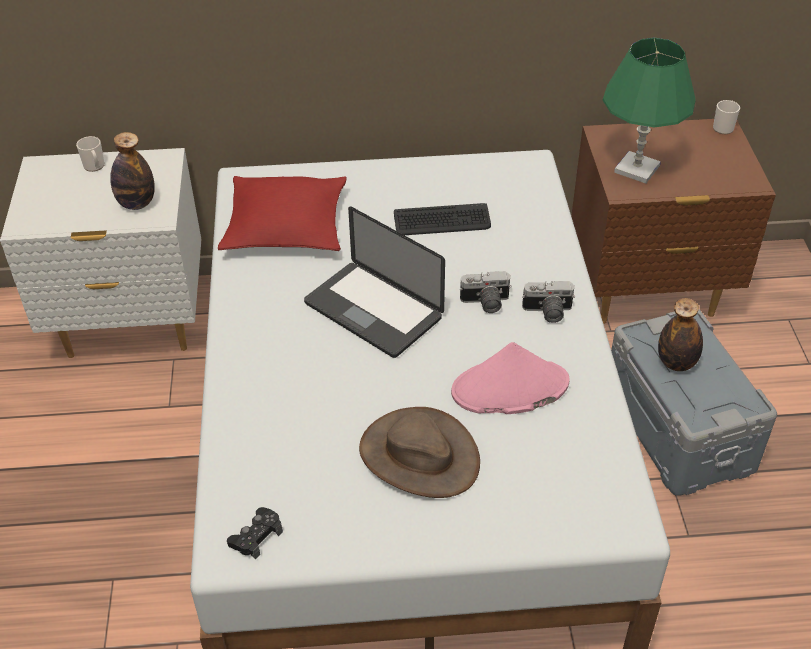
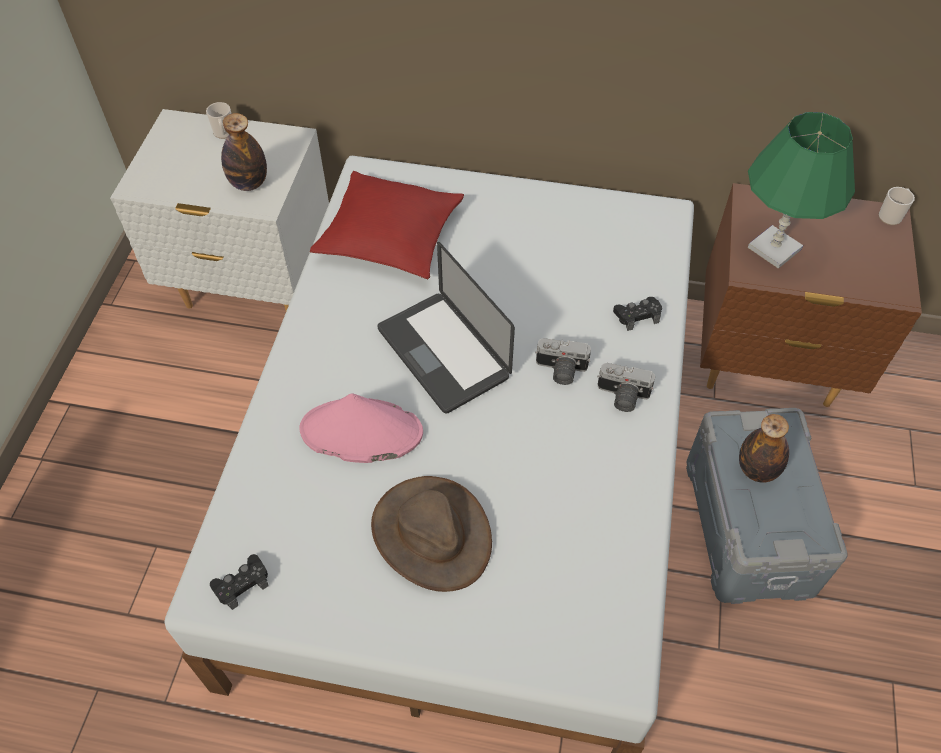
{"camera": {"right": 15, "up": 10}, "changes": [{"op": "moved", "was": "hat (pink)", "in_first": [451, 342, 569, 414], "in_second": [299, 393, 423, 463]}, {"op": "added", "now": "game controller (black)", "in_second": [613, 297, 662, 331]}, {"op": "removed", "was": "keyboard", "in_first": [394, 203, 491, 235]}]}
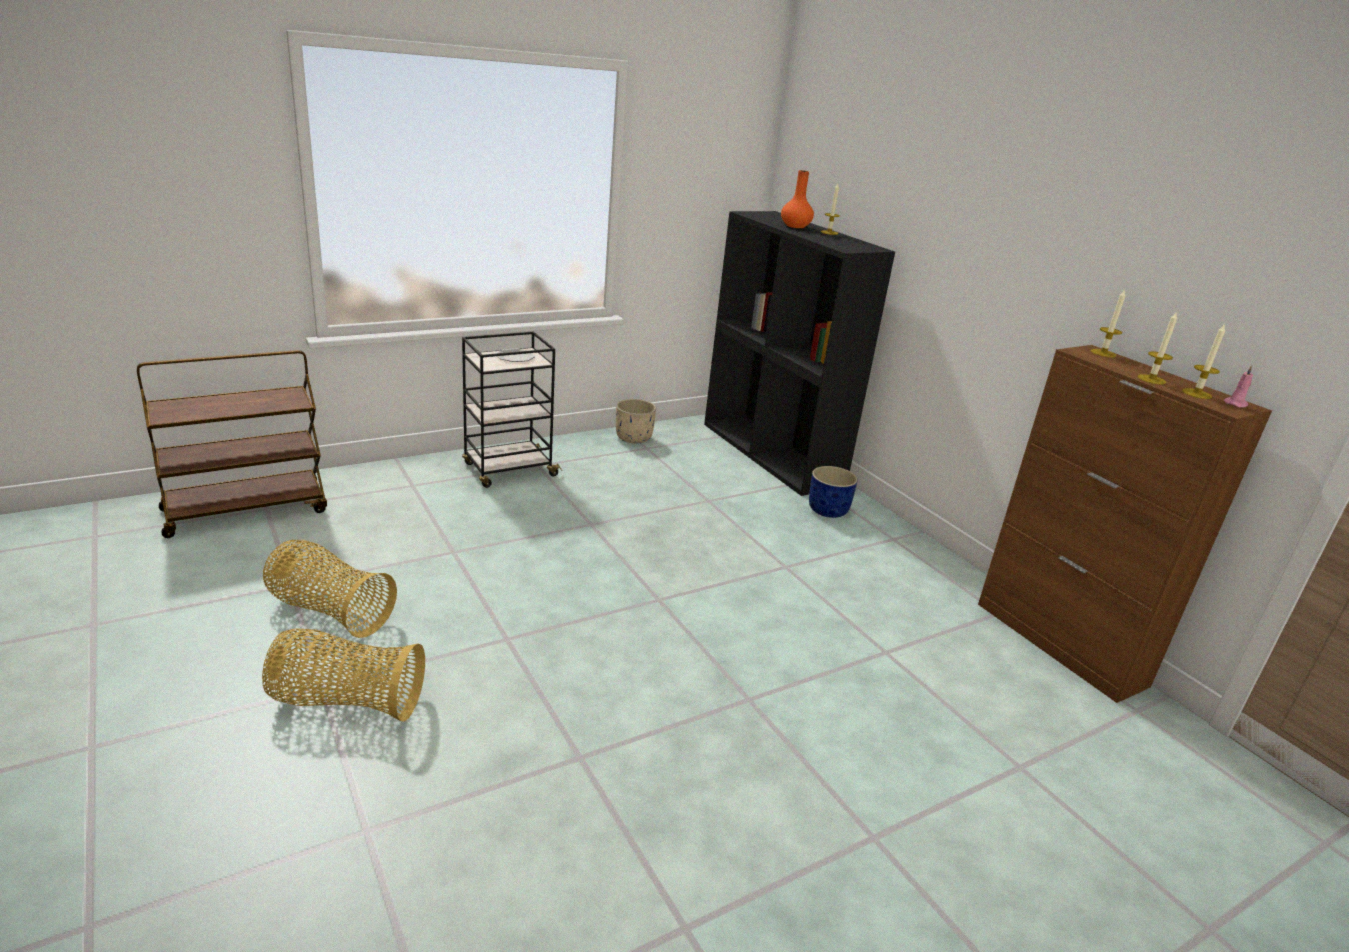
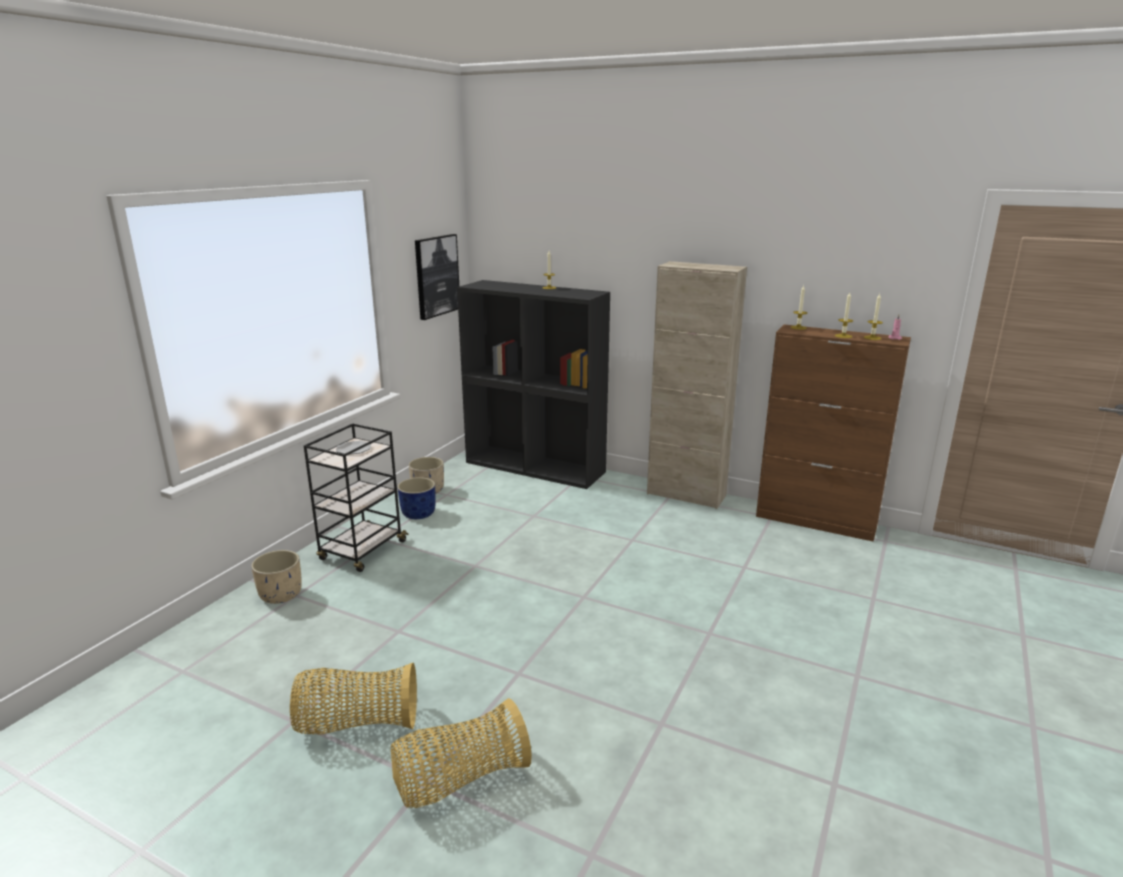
{"camera": {"right": -30, "up": -5}, "changes": [{"op": "added", "now": "planter (beige)", "in_second": [251, 550, 302, 604]}, {"op": "moved", "was": "planter (blue)", "in_first": [809, 466, 858, 518], "in_second": [398, 477, 436, 519]}, {"op": "added", "now": "picture", "in_second": [415, 234, 459, 320]}, {"op": "added", "now": "cabinet (beige)", "in_second": [647, 261, 747, 509]}, {"op": "removed", "was": "cart (brown)", "in_first": [137, 350, 327, 538]}, {"op": "removed", "was": "vase (orange)", "in_first": [781, 170, 814, 228]}]}
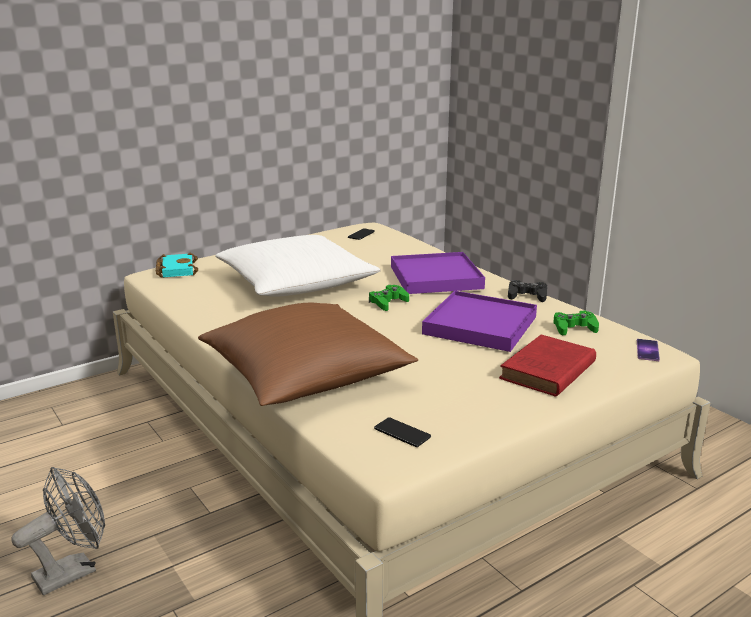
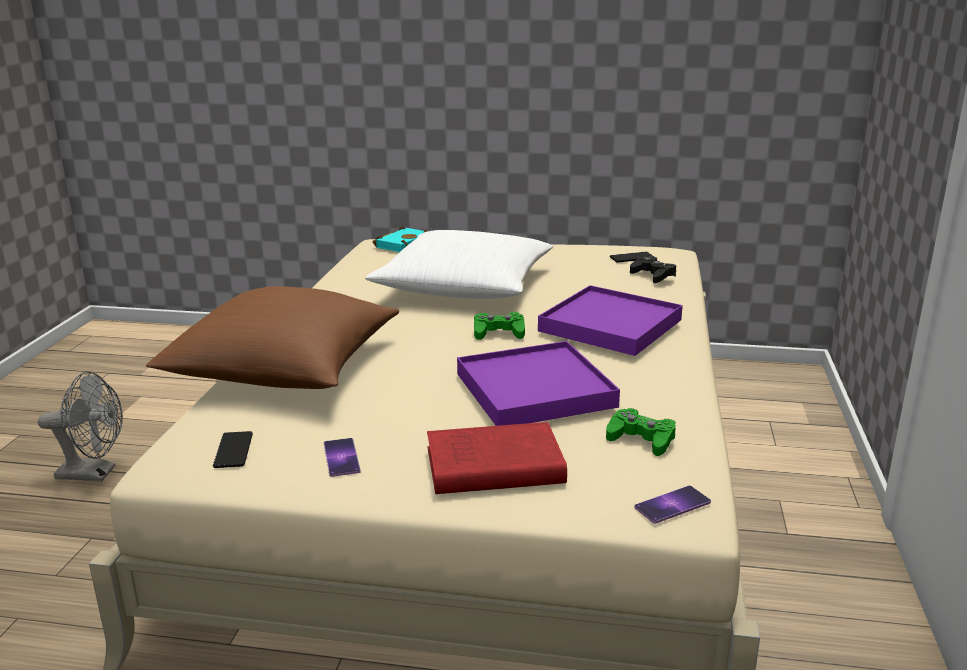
{"camera": {"right": 45, "up": 0}, "changes": [{"op": "added", "now": "phone", "in_second": [324, 438, 361, 477]}, {"op": "moved", "was": "game controller (black)", "in_first": [508, 280, 547, 302], "in_second": [630, 256, 676, 283]}]}
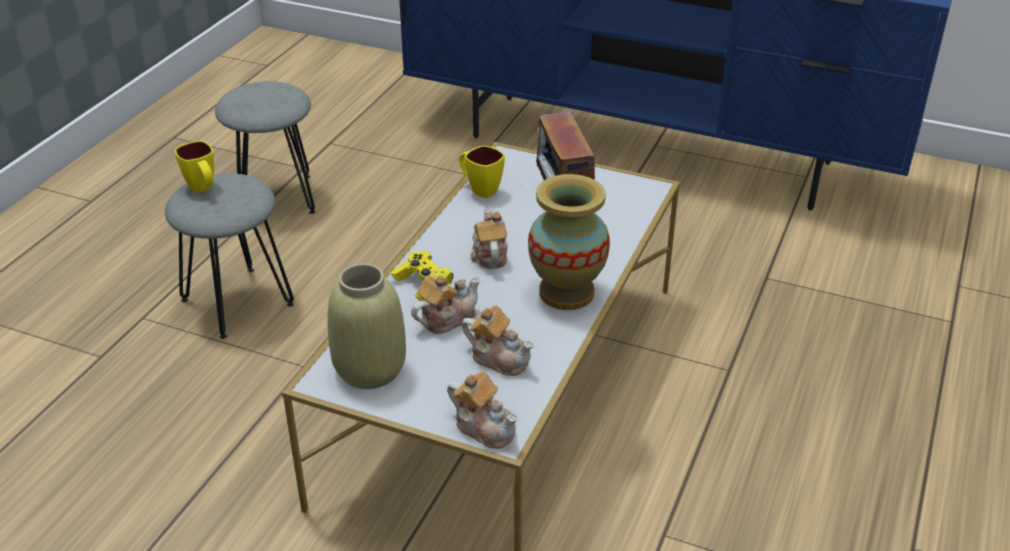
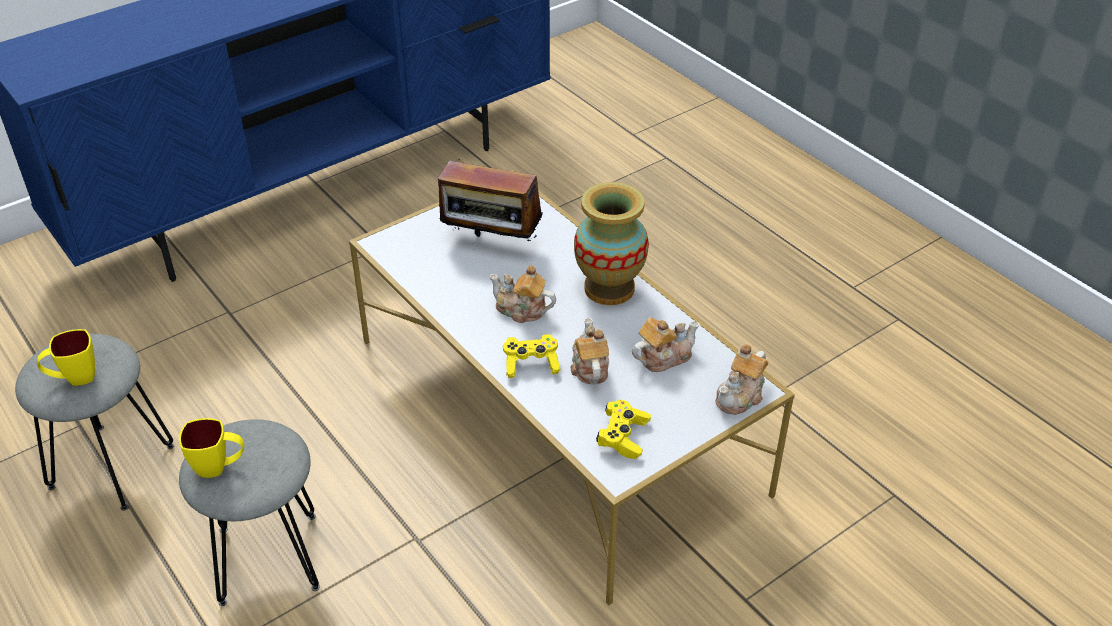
{"camera": {"right": -60, "up": 5}, "changes": [{"op": "moved", "was": "mug (yellow)", "in_first": [459, 146, 505, 198], "in_second": [37, 329, 95, 386]}, {"op": "replaced", "was": "vase (beige)", "now": "game controller (yellow)", "in_first": [327, 264, 406, 389], "in_second": [596, 400, 651, 459]}, {"op": "turned", "was": "teapot", "in_first": [447, 371, 518, 449], "in_second": [716, 344, 768, 415], "clockwise": 150}]}
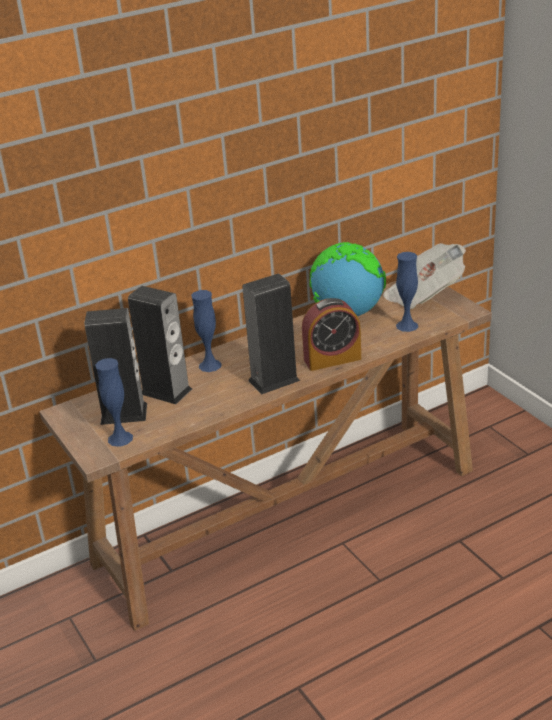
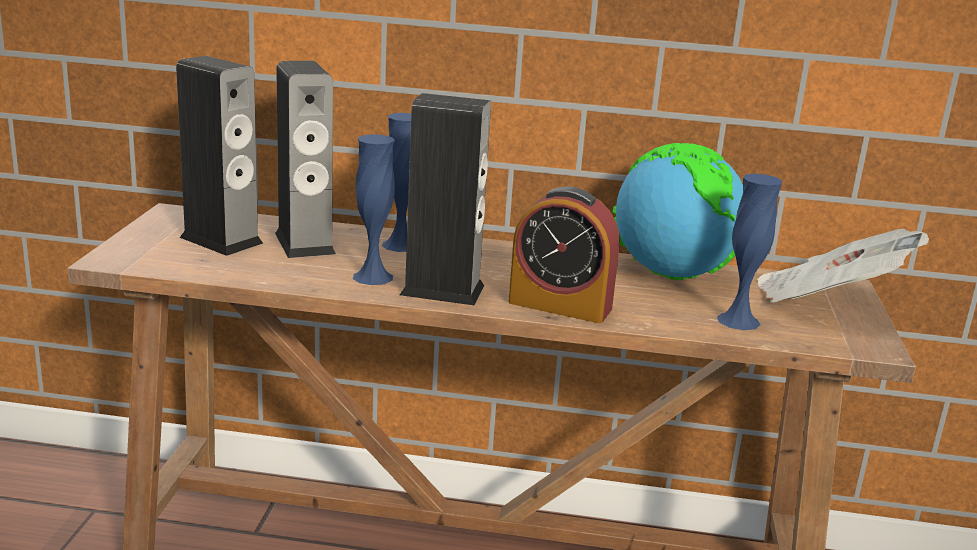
{"camera": {"right": 35, "up": -10}, "changes": [{"op": "moved", "was": "vase (blue)", "in_first": [95, 358, 133, 447], "in_second": [353, 134, 395, 285]}]}
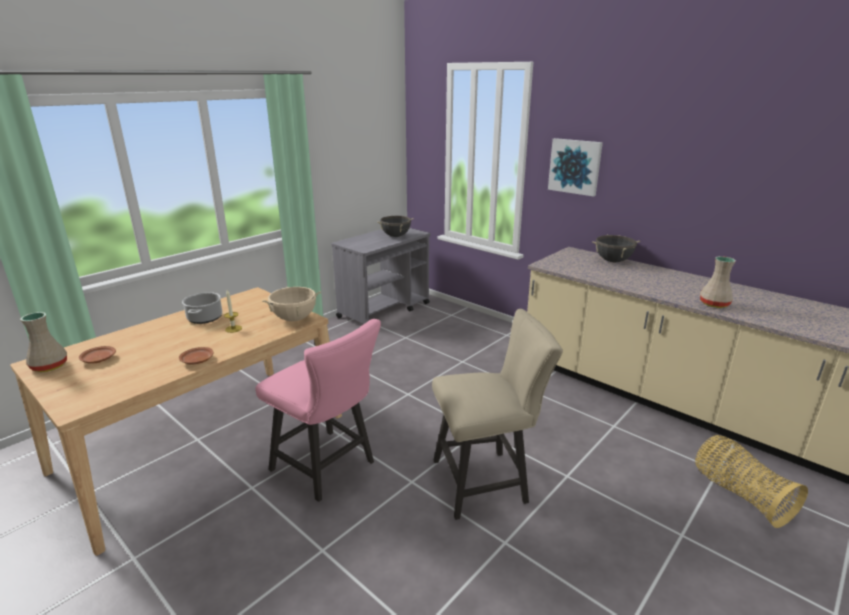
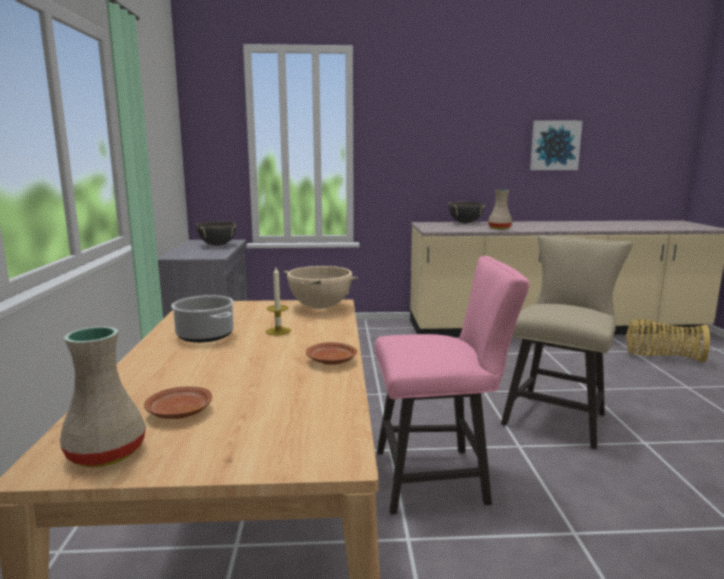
{"camera": {"right": -45, "up": -10}, "changes": [{"op": "moved", "was": "vase (beige)", "in_first": [700, 256, 736, 308], "in_second": [488, 190, 512, 230]}, {"op": "moved", "was": "picture", "in_first": [548, 138, 603, 197], "in_second": [530, 120, 583, 170]}]}
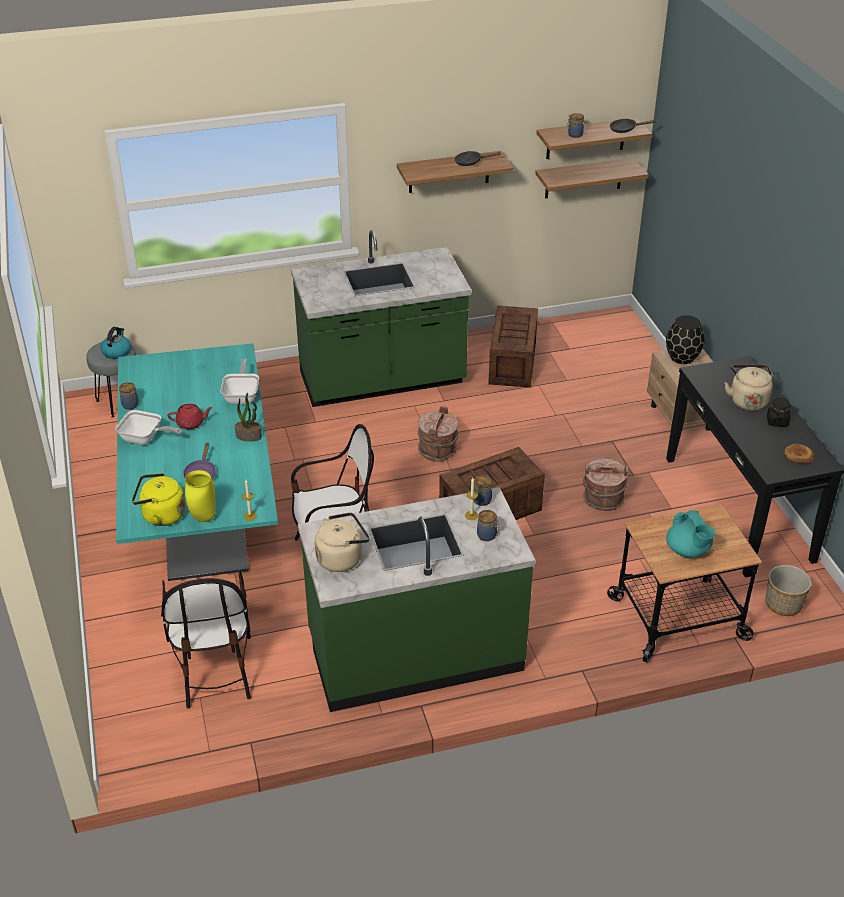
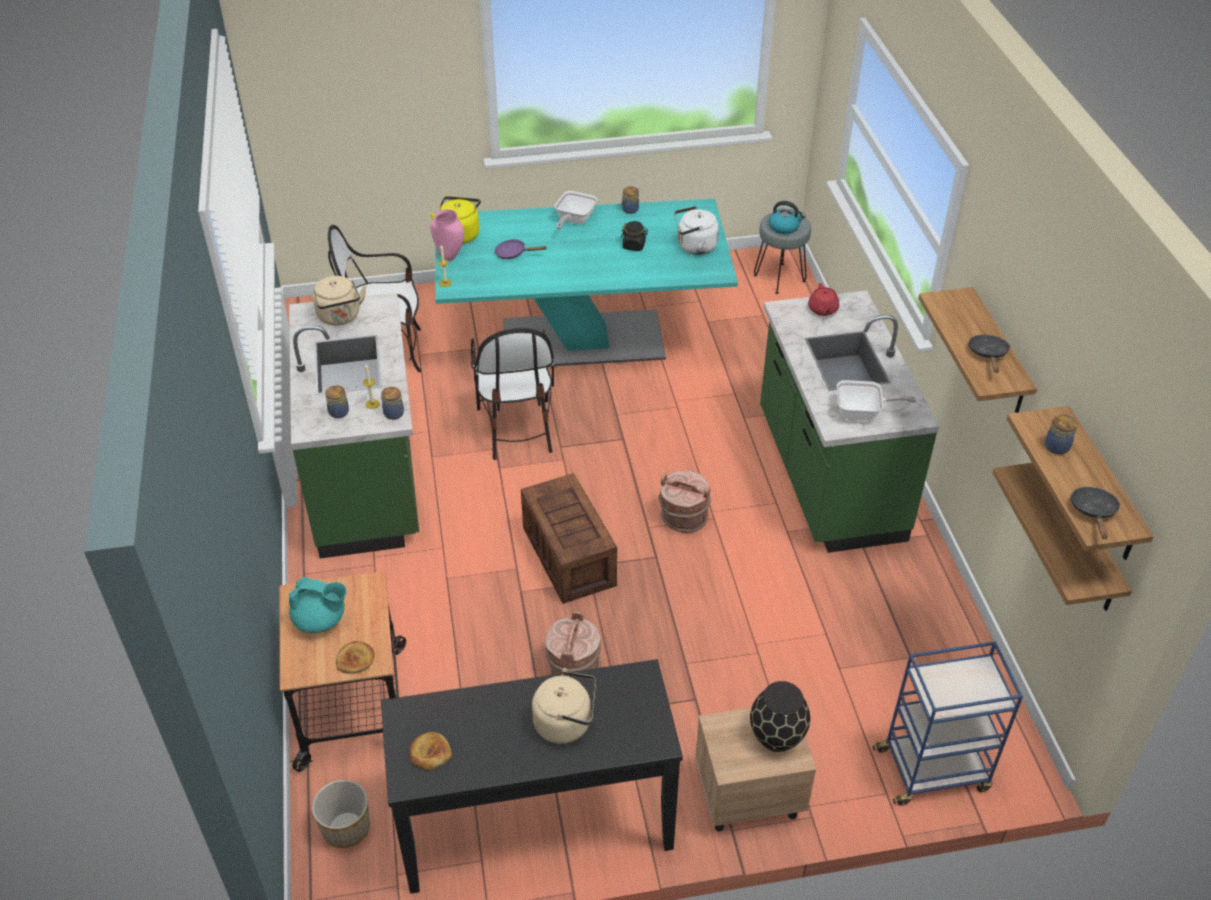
{"camera": {"right": 95, "up": 5}, "changes": [{"op": "turned", "was": "teapot (turquoise)", "in_first": [666, 510, 715, 558], "in_second": [289, 577, 347, 633], "clockwise": -150}, {"op": "added", "now": "bread", "in_second": [336, 641, 375, 674]}, {"op": "recoloured", "was": "vase (yellow)", "now": "vase (pink)", "in_first": [185, 470, 215, 522], "in_second": [430, 209, 464, 261]}, {"op": "moved", "was": "jar (black)", "in_first": [767, 397, 791, 427], "in_second": [621, 221, 648, 251]}, {"op": "added", "now": "kettle (white)", "in_second": [674, 206, 719, 255]}, {"op": "moved", "was": "teapot (red)", "in_first": [168, 404, 213, 429], "in_second": [808, 283, 839, 316]}, {"op": "moved", "was": "frying pan", "in_first": [220, 359, 259, 405], "in_second": [837, 380, 916, 421]}, {"op": "added", "now": "cart (blue)", "in_second": [872, 641, 1023, 806]}, {"op": "removed", "was": "potted plant", "in_first": [235, 392, 262, 442]}, {"op": "removed", "was": "crate", "in_first": [488, 305, 538, 388]}]}
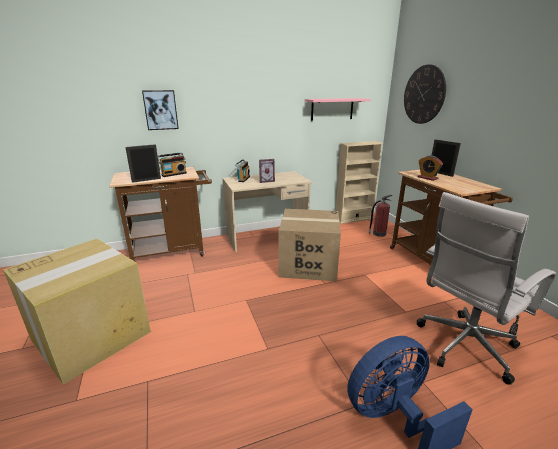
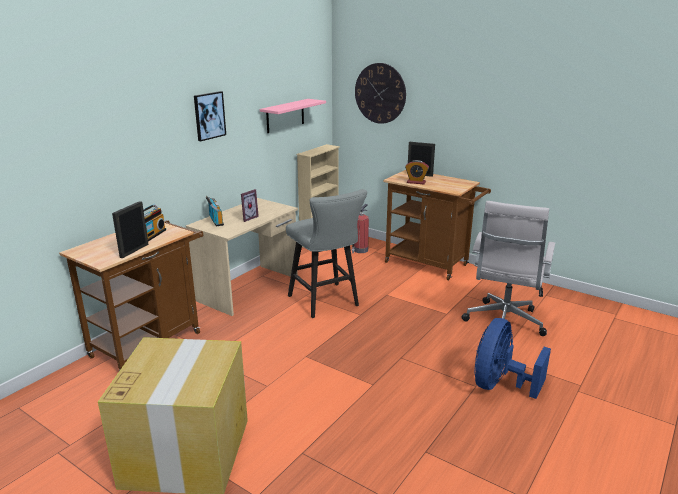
{"camera": {"right": -35, "up": 0}, "changes": [{"op": "moved", "was": "picture", "in_first": [142, 90, 179, 130], "in_second": [194, 91, 226, 141]}, {"op": "replaced", "was": "cardboard box", "now": "stool (grey)", "in_first": [279, 209, 341, 281], "in_second": [286, 189, 367, 318]}]}
